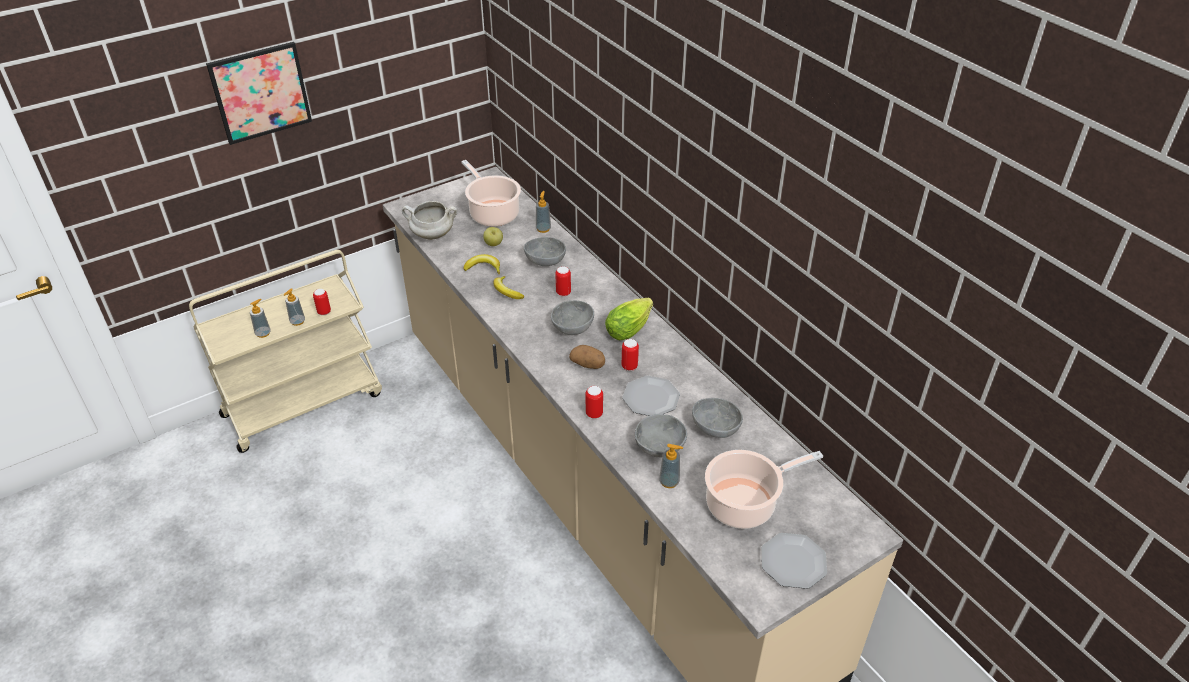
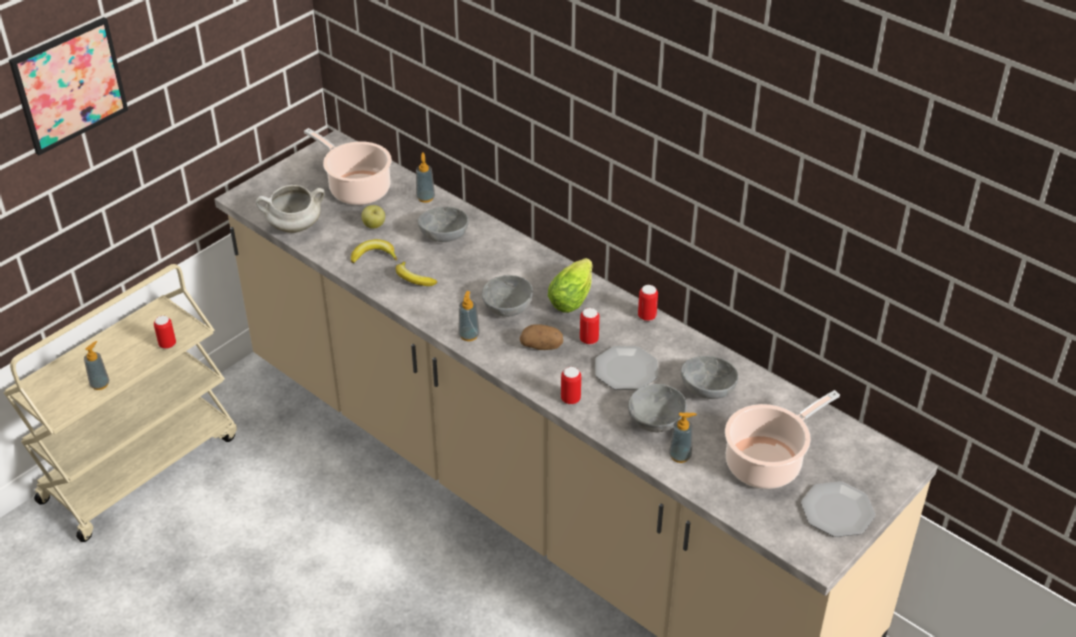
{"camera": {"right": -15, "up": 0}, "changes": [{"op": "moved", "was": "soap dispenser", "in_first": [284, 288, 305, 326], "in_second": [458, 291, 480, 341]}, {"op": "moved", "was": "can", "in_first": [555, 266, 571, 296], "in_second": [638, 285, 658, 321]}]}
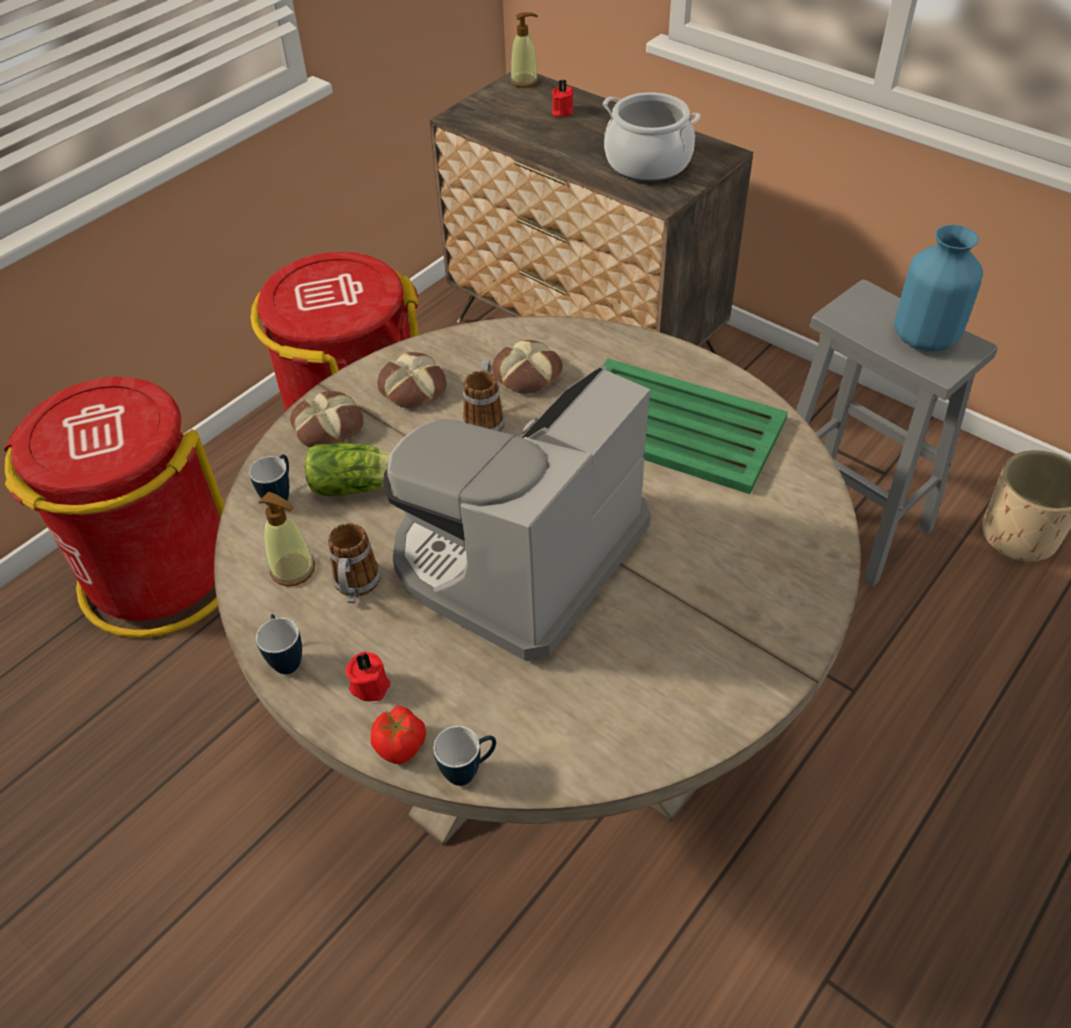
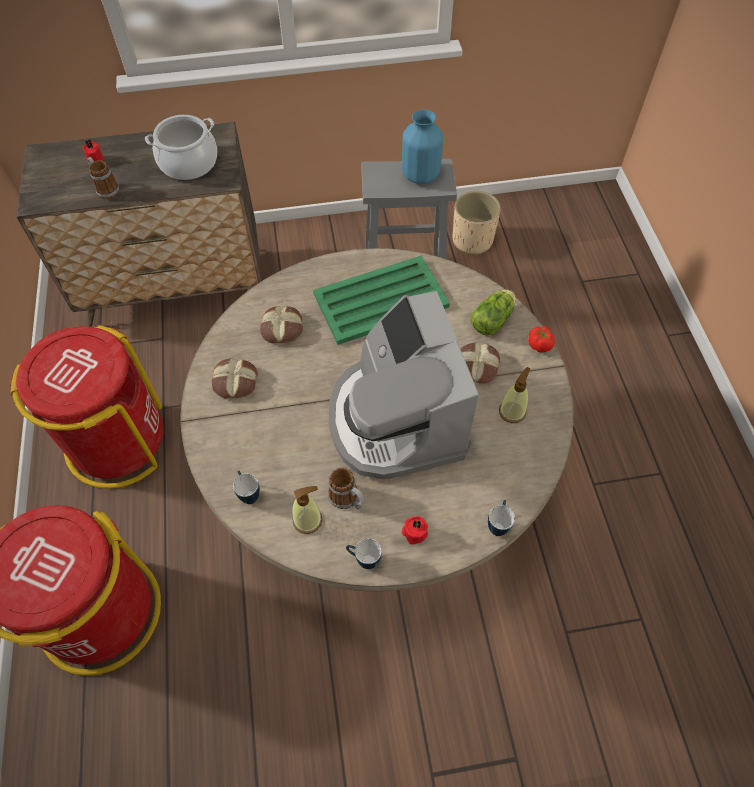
{"camera": {"right": -50, "up": 10}, "changes": [{"op": "moved", "was": "mug", "in_first": [463, 360, 505, 432], "in_second": [87, 157, 120, 199]}, {"op": "moved", "was": "bread", "in_first": [290, 391, 364, 447], "in_second": [461, 342, 500, 384]}, {"op": "moved", "was": "lettuce", "in_first": [305, 443, 390, 496], "in_second": [471, 290, 516, 336]}, {"op": "moved", "was": "soap dispenser", "in_first": [510, 12, 538, 87], "in_second": [499, 367, 530, 423]}, {"op": "moved", "was": "tomato", "in_first": [371, 706, 426, 764], "in_second": [528, 326, 555, 352]}]}
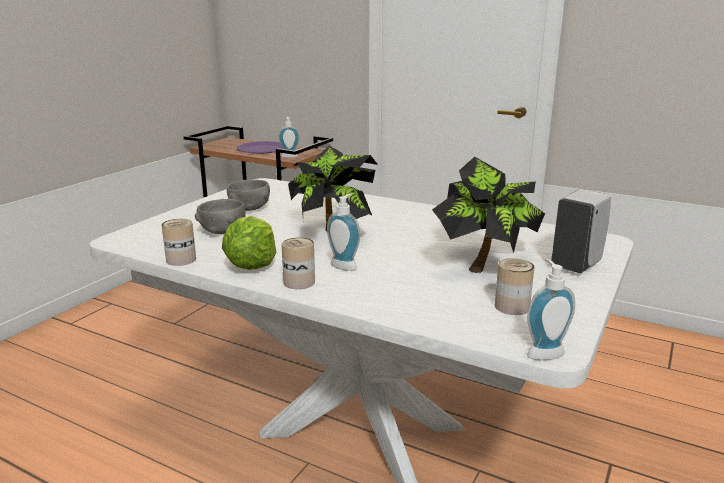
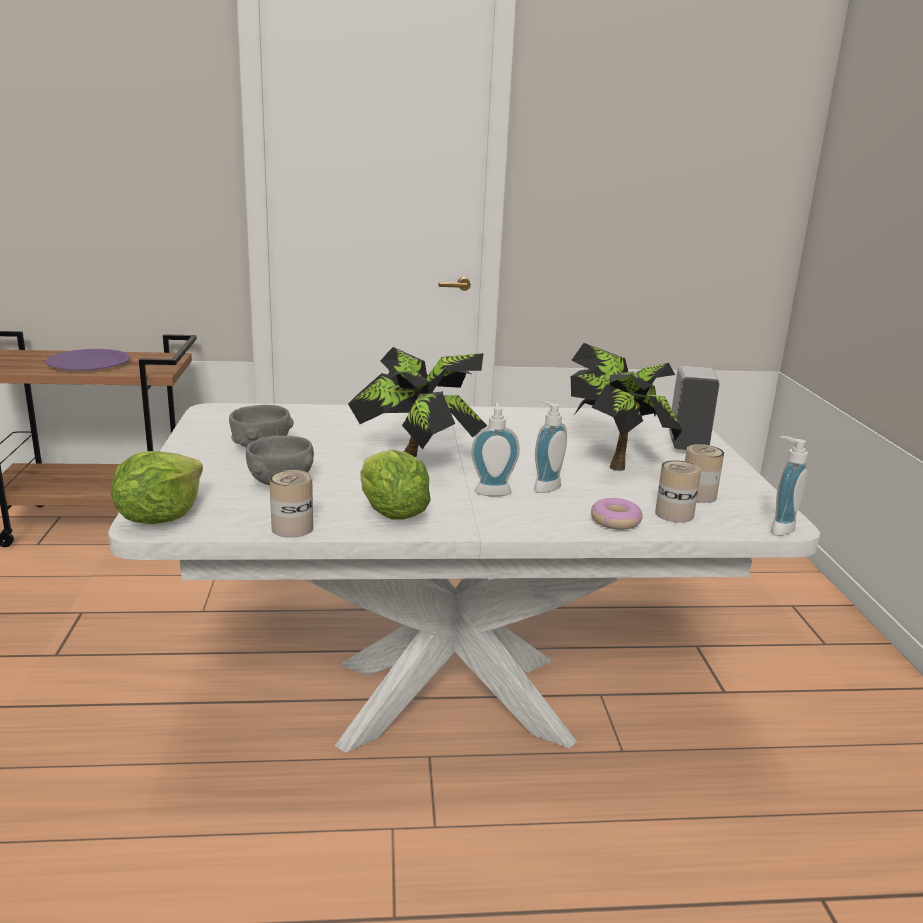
{"camera": {"right": -35, "up": 0}, "changes": [{"op": "added", "now": "lettuce", "in_second": [111, 451, 203, 524]}, {"op": "moved", "was": "soap dispenser", "in_first": [278, 117, 299, 158], "in_second": [534, 400, 567, 493]}, {"op": "added", "now": "donut", "in_second": [591, 498, 642, 530]}, {"op": "moved", "was": "can", "in_first": [281, 237, 315, 289], "in_second": [655, 460, 701, 523]}]}
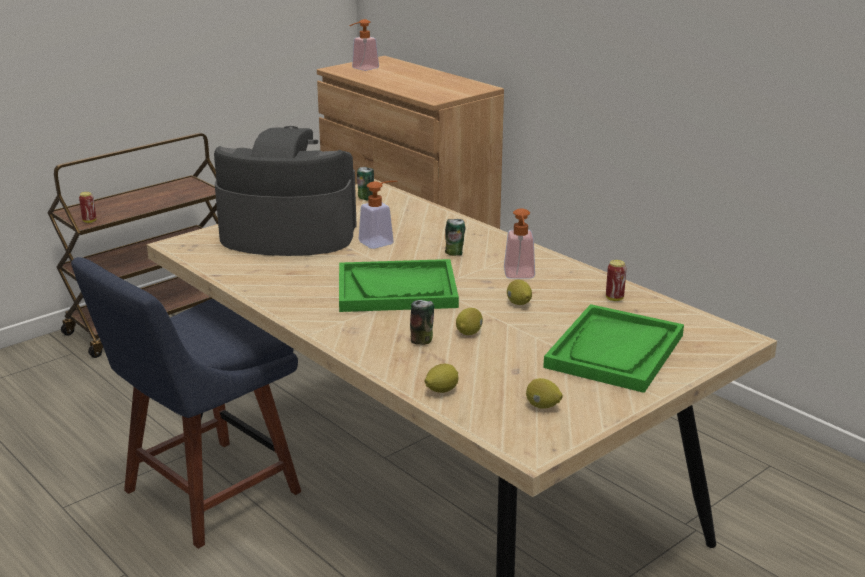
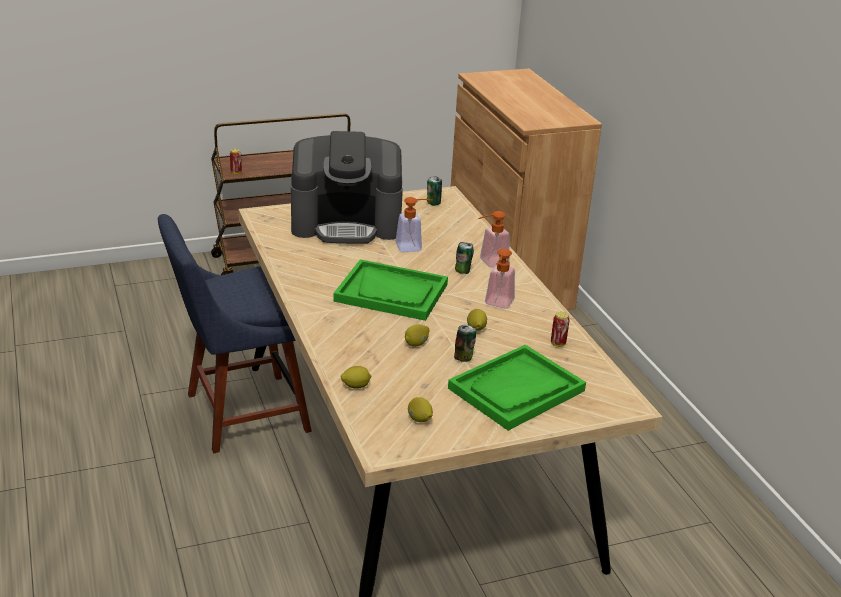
{"camera": {"right": 20, "up": 5}, "changes": [{"op": "turned", "was": "coffee machine", "in_first": [214, 126, 357, 256], "in_second": [291, 131, 403, 244], "clockwise": 150}, {"op": "moved", "was": "can", "in_first": [410, 300, 434, 345], "in_second": [454, 325, 476, 362]}, {"op": "moved", "was": "soap dispenser", "in_first": [349, 19, 379, 71], "in_second": [478, 211, 509, 267]}]}
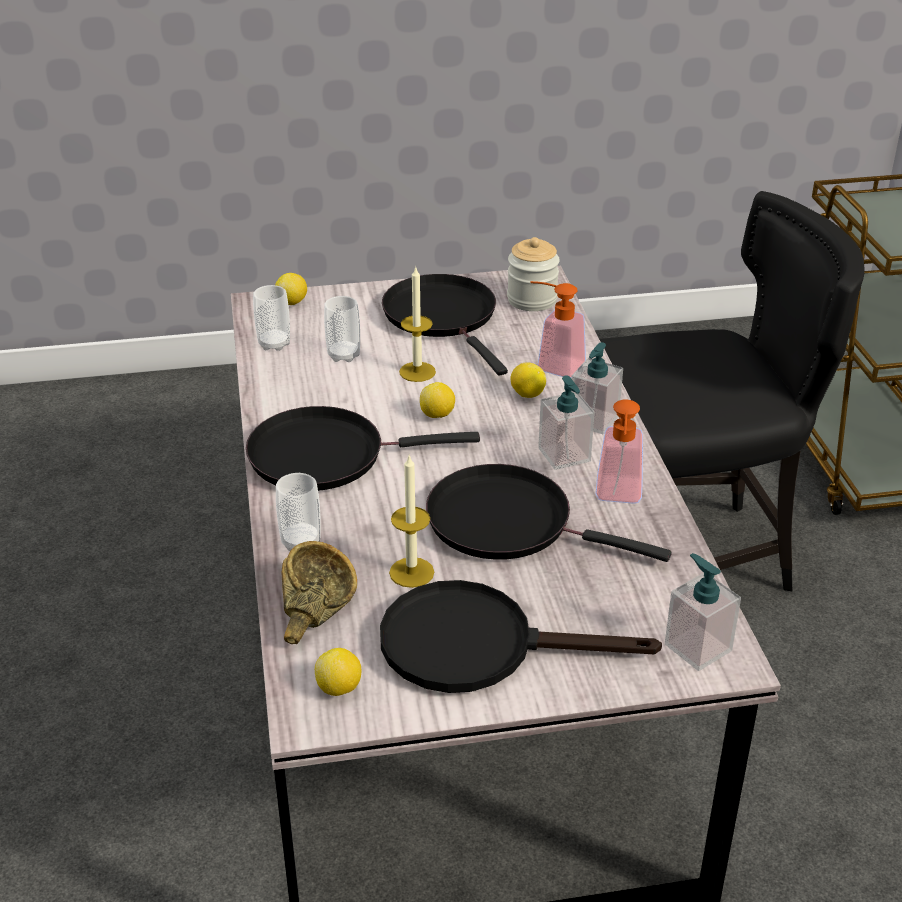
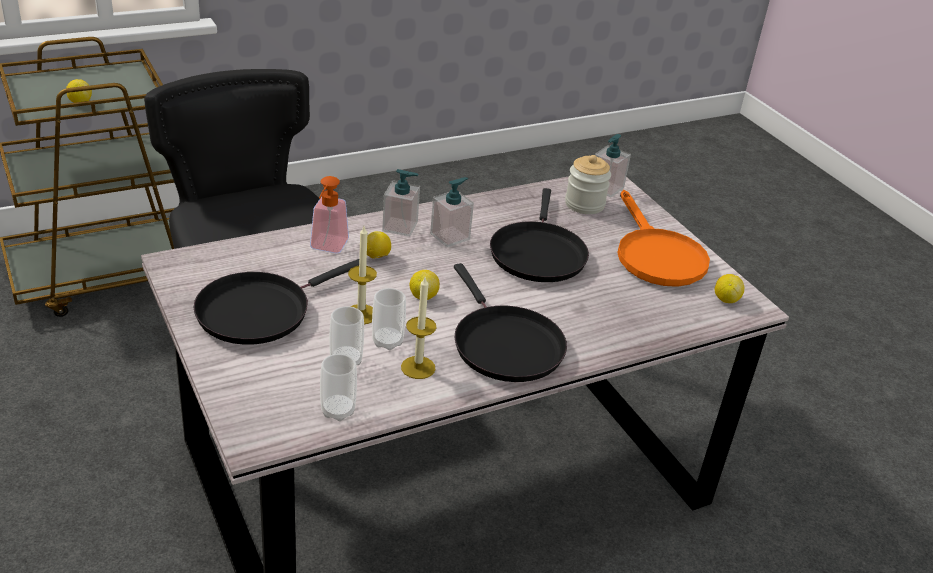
{"camera": {"right": -110, "up": 0}, "changes": [{"op": "moved", "was": "lemon", "in_first": [275, 273, 307, 305], "in_second": [66, 79, 92, 103]}, {"op": "moved", "was": "cup", "in_first": [276, 473, 321, 551], "in_second": [372, 288, 406, 350]}, {"op": "moved", "was": "candle", "in_first": [389, 454, 434, 588], "in_second": [401, 277, 437, 379]}, {"op": "moved", "was": "jar", "in_first": [507, 237, 560, 311], "in_second": [565, 155, 611, 214]}, {"op": "recoloured", "was": "frying pan (black)", "now": "frying pan (orange)", "in_first": [380, 580, 662, 693], "in_second": [617, 190, 710, 287]}, {"op": "removed", "was": "bowl (brown)", "in_first": [282, 541, 357, 644]}, {"op": "removed", "was": "soap dispenser", "in_first": [596, 399, 643, 504]}]}
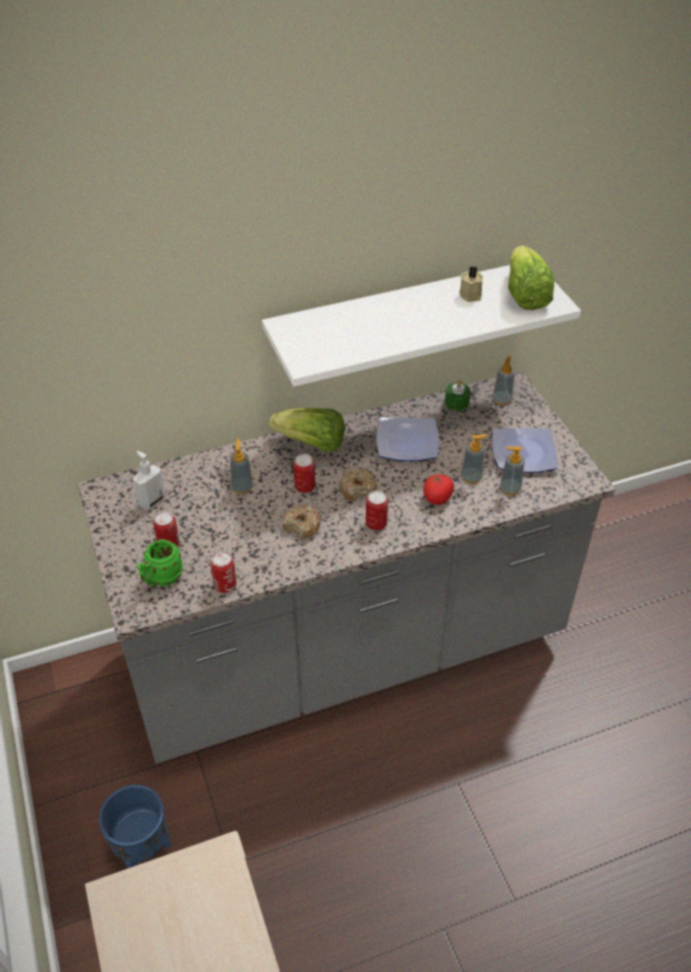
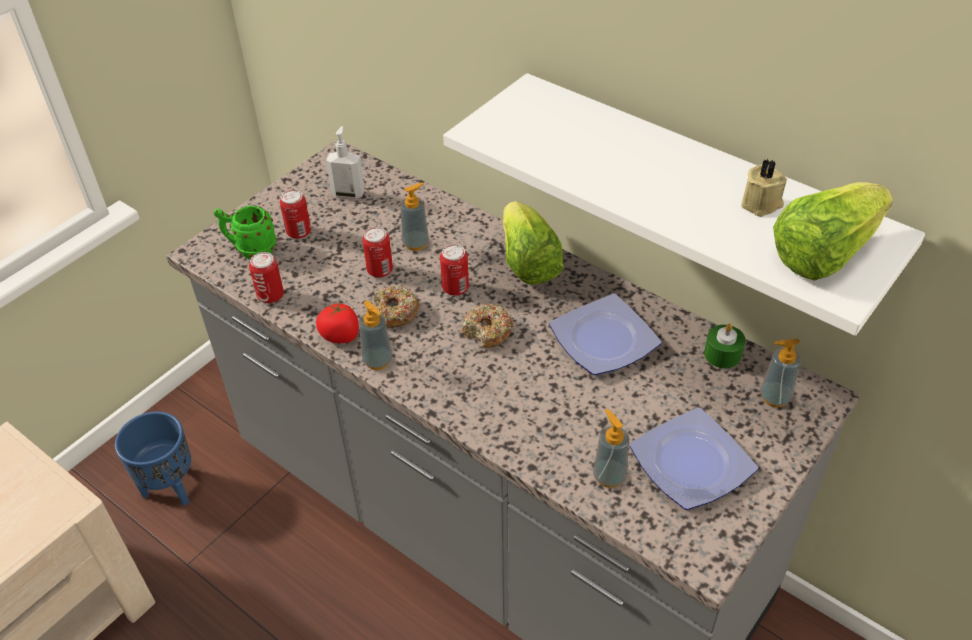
{"camera": {"right": 60, "up": 0}, "changes": [{"op": "moved", "was": "tomato", "in_first": [423, 474, 454, 505], "in_second": [316, 300, 359, 343]}, {"op": "moved", "was": "soap dispenser", "in_first": [461, 434, 488, 484], "in_second": [359, 300, 392, 370]}, {"op": "moved", "was": "can", "in_first": [366, 491, 388, 530], "in_second": [362, 227, 393, 278]}]}
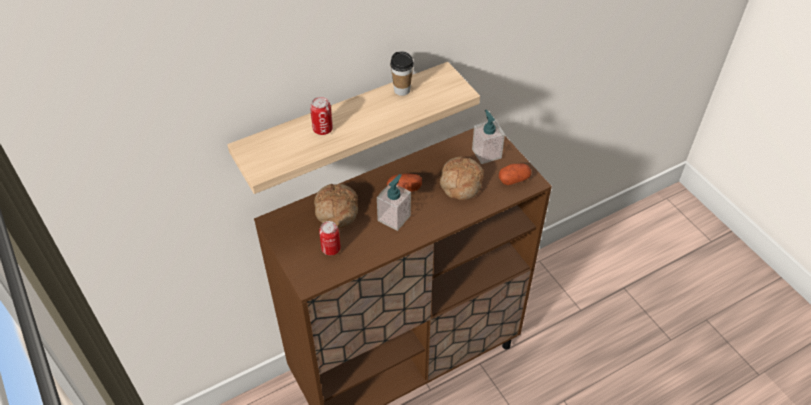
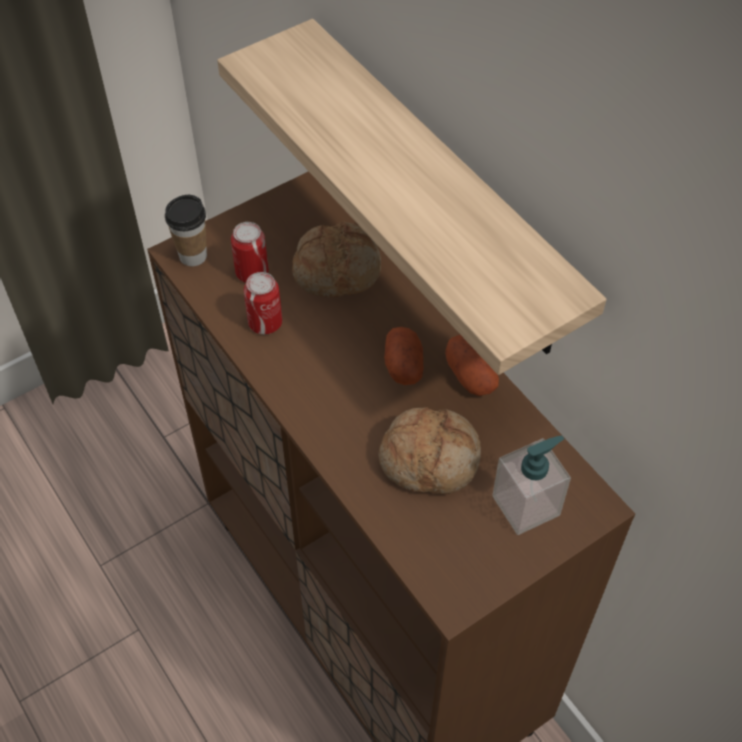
{"camera": {"right": 85, "up": 5}, "changes": [{"op": "moved", "was": "cup", "in_first": [390, 51, 414, 96], "in_second": [165, 195, 207, 266]}, {"op": "moved", "was": "can", "in_first": [310, 97, 333, 135], "in_second": [244, 272, 282, 334]}, {"op": "moved", "was": "potato", "in_first": [499, 164, 531, 185], "in_second": [445, 335, 499, 396]}, {"op": "removed", "was": "soap dispenser", "in_first": [377, 174, 411, 231]}]}
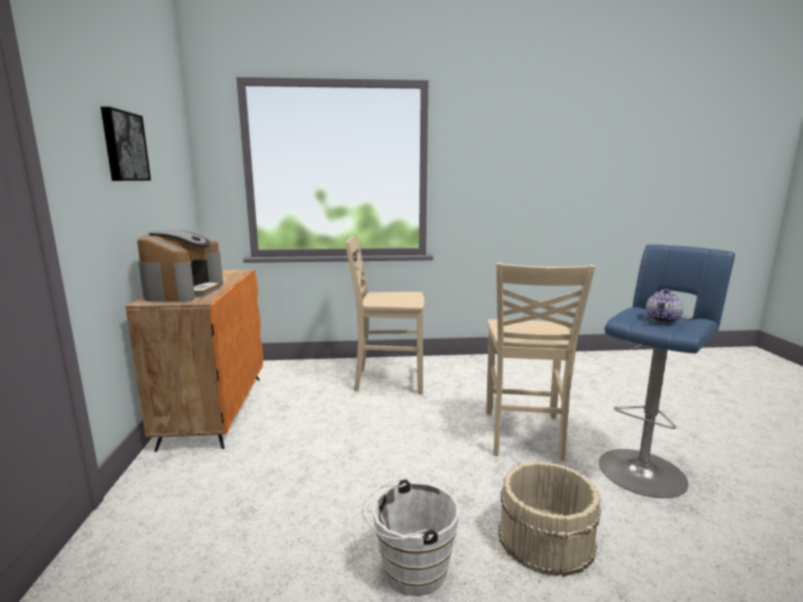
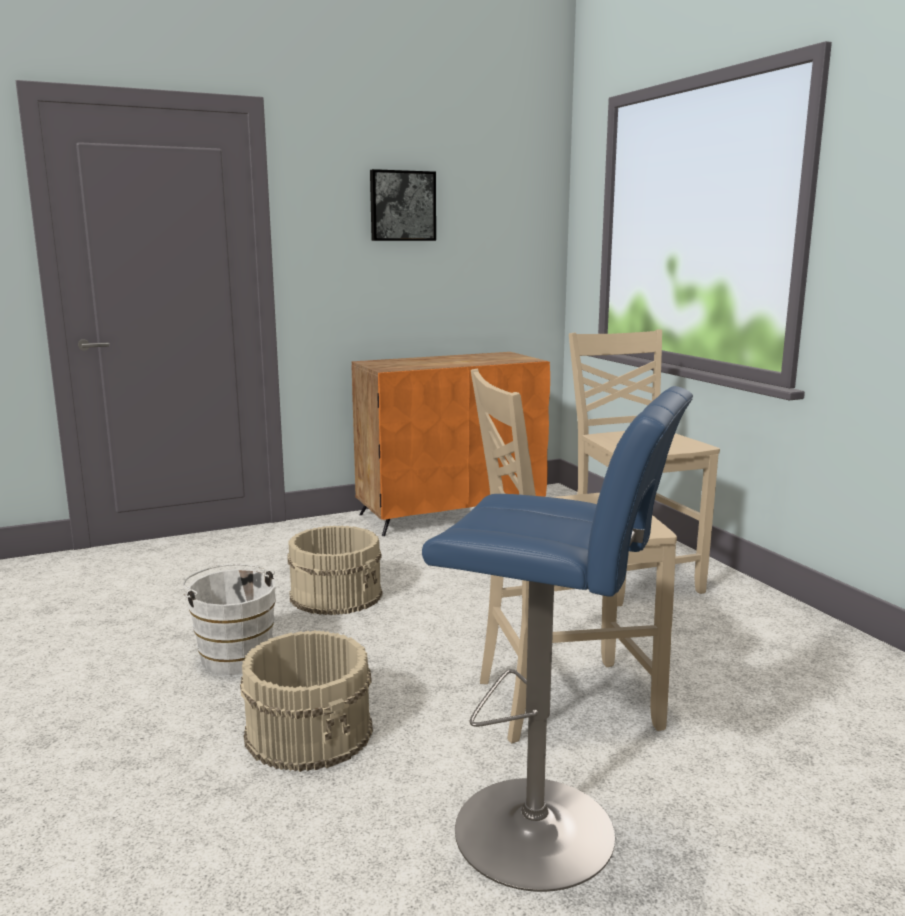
{"camera": {"right": 70, "up": 0}, "changes": [{"op": "added", "now": "bucket (beige)", "in_second": [287, 526, 382, 615]}, {"op": "removed", "was": "coffee machine", "in_first": [137, 230, 223, 302]}, {"op": "removed", "was": "teapot", "in_first": [646, 289, 684, 323]}]}
